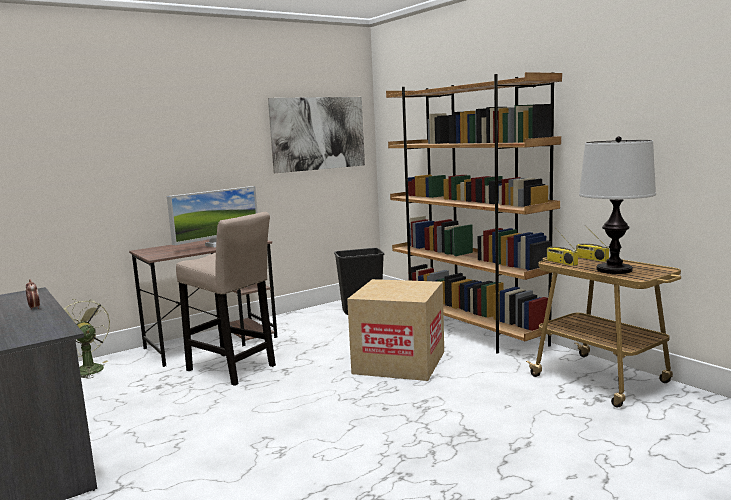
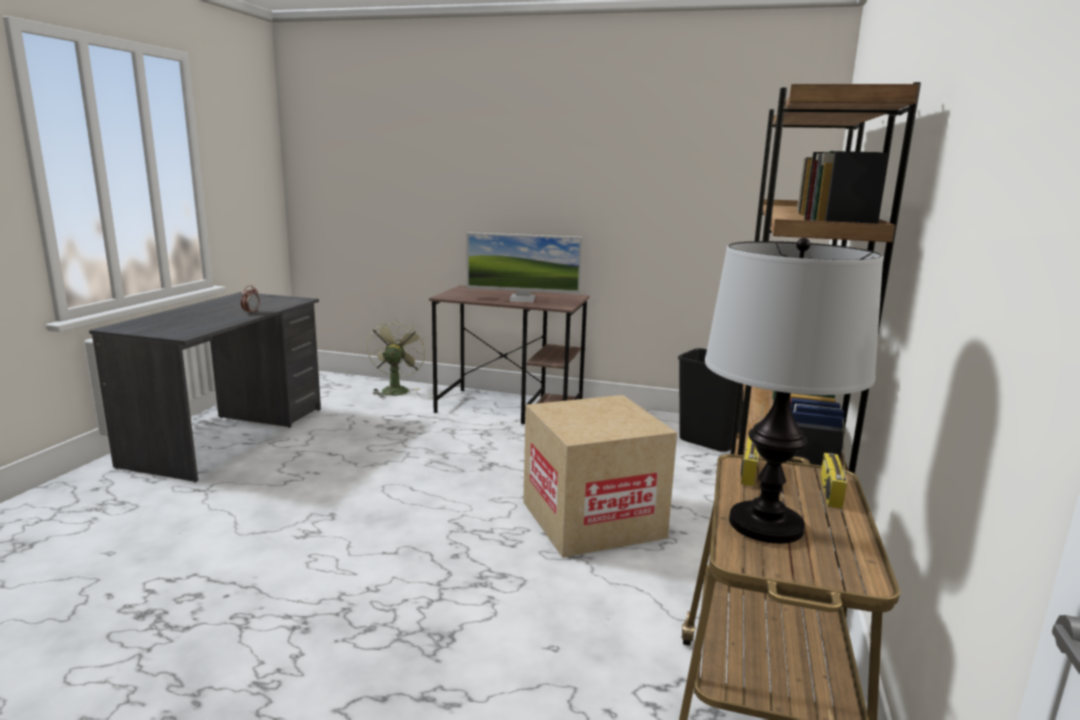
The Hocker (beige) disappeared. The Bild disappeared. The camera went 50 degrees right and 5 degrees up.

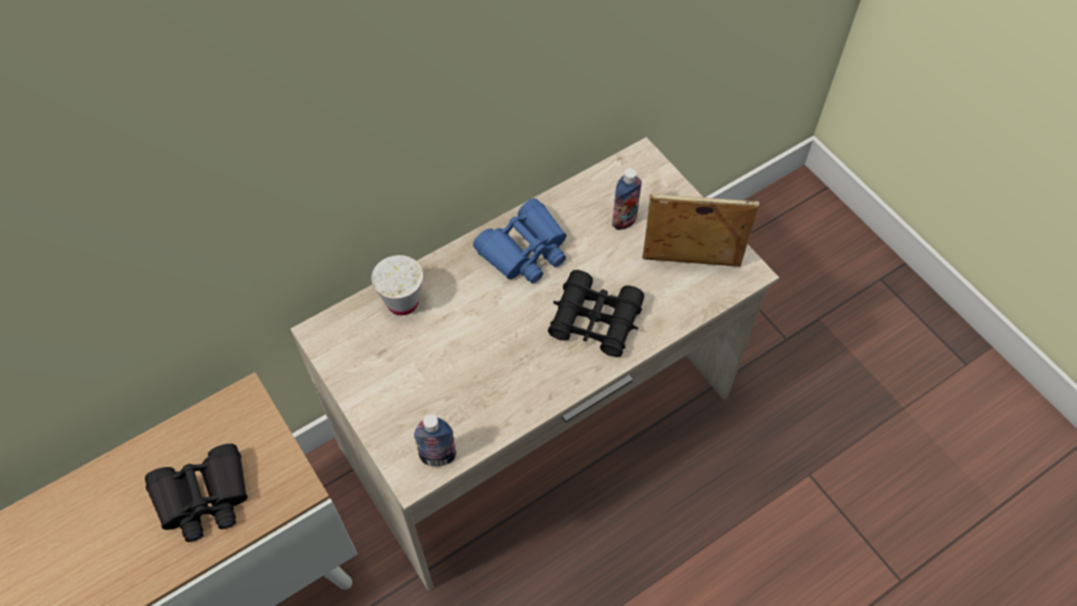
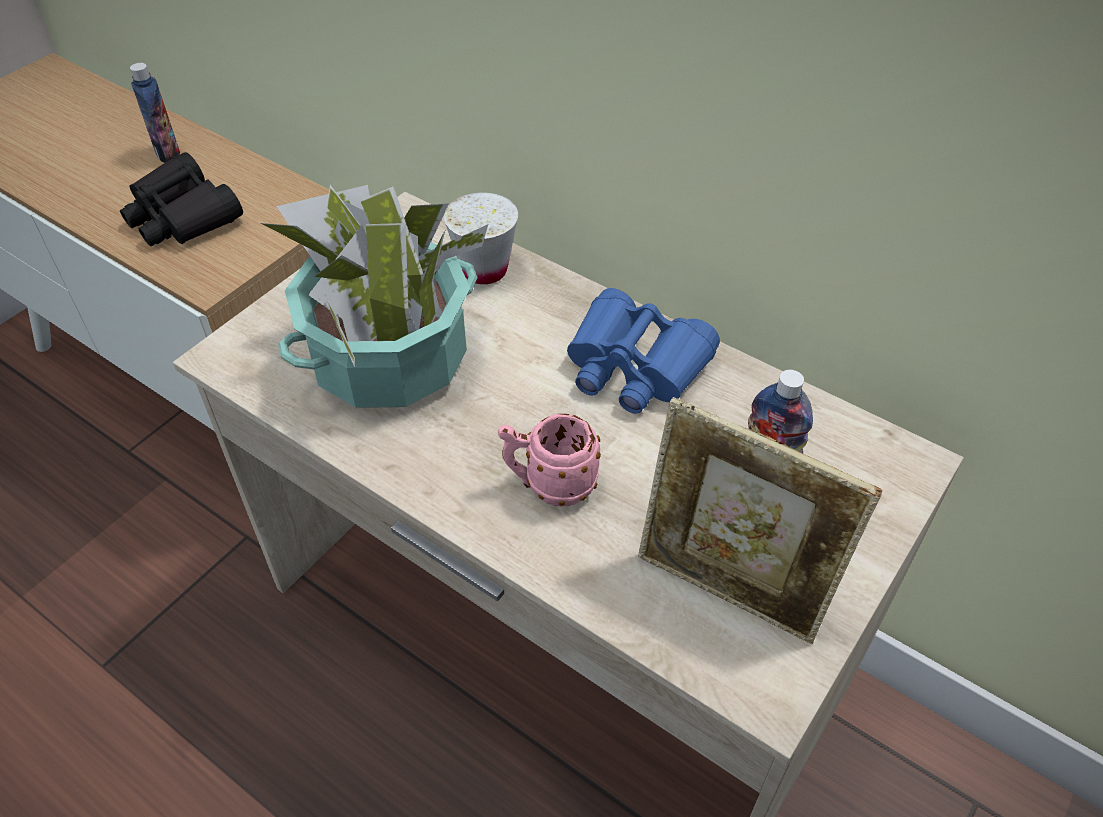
The Flasche (1st from left) moved. The Fernglas (schwarz) (2nd from left) was replaced by the Henkelbecher (rosa). The Bilderrahmen turned 135 degrees clockwise. The Topfpflanze appeared. The camera went 70 degrees right and 10 degrees down.

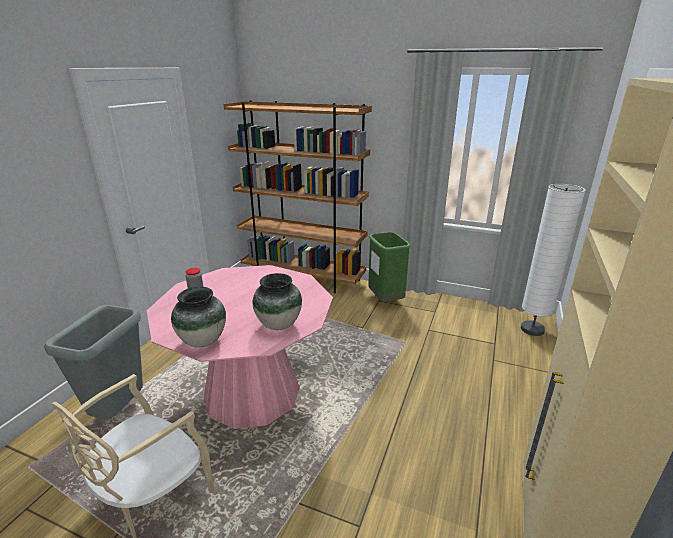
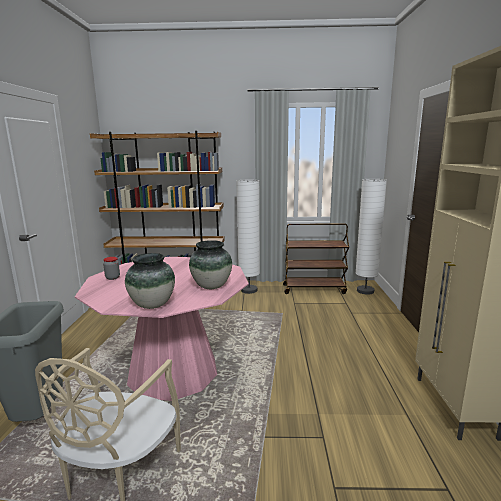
The Mülleimer (grün) was replaced by the Stehlampe (weiß) (1st from left). The Rollwagen (braun) appeared. The camera went 20 degrees left and 10 degrees down.

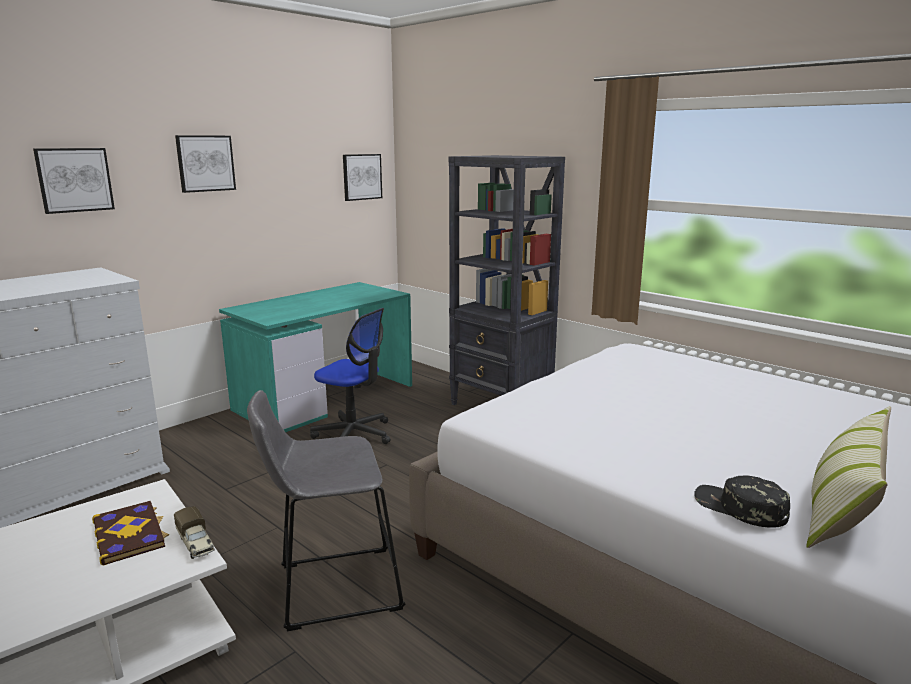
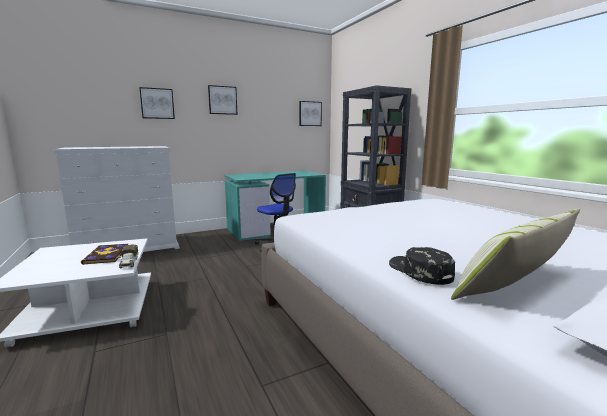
The Hocker (grau) disappeared. The camera went 20 degrees right and 5 degrees down.

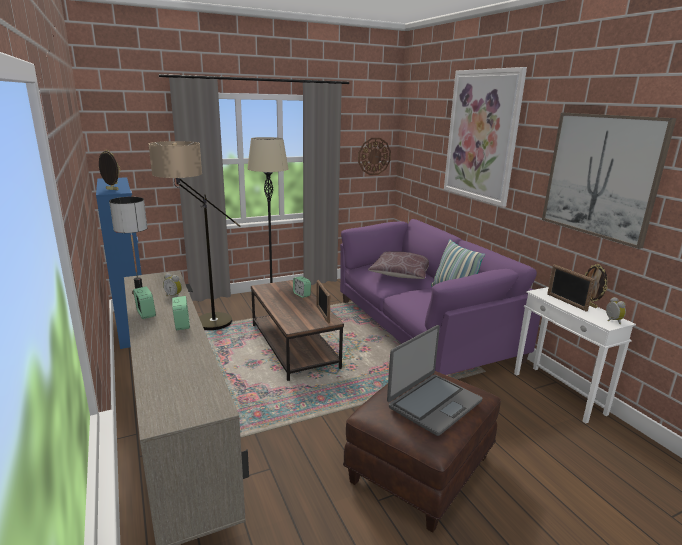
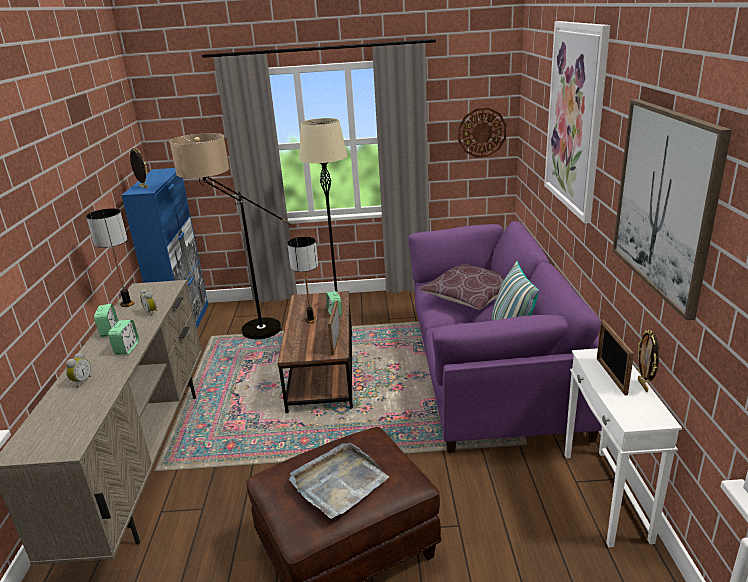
The Laptop was replaced by the Tablett (grau). The Wecker (5th from left in the first image) moved. The Tischlampe (2nd from left) appeared. The camera went 25 degrees right and 5 degrees up.

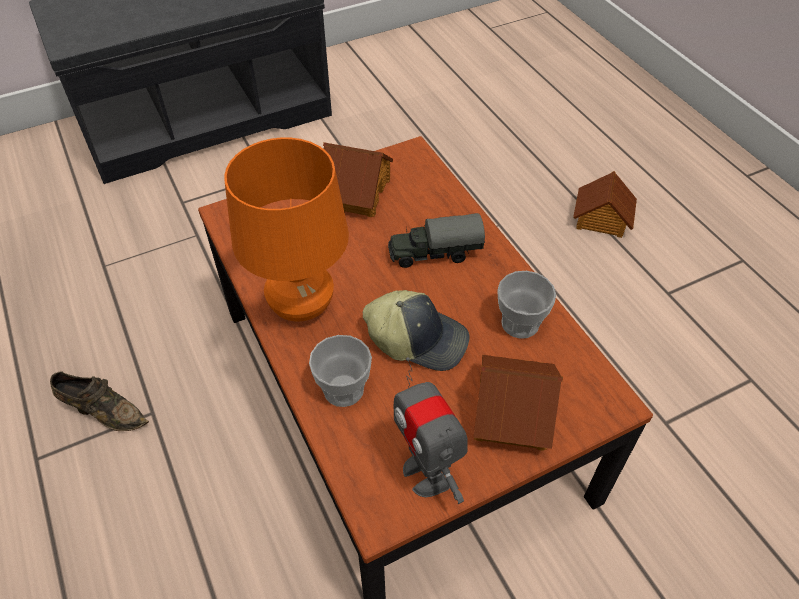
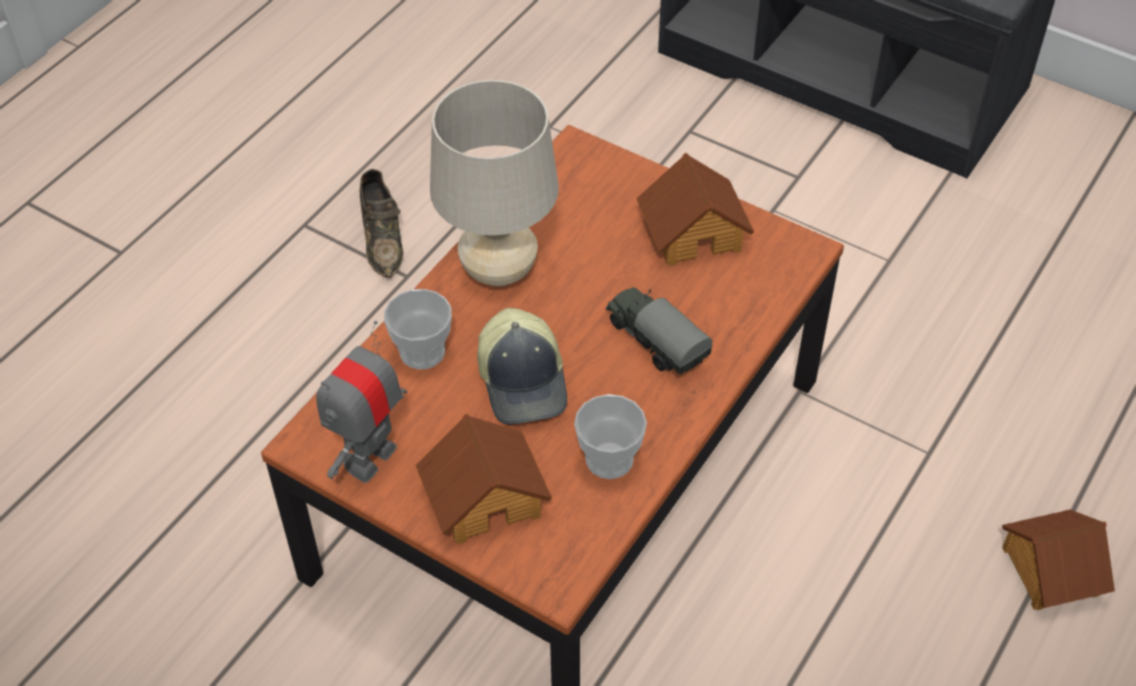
The Tischlampe (orange) became the Tischlampe (beige). The camera went 60 degrees right and 0 degrees up.

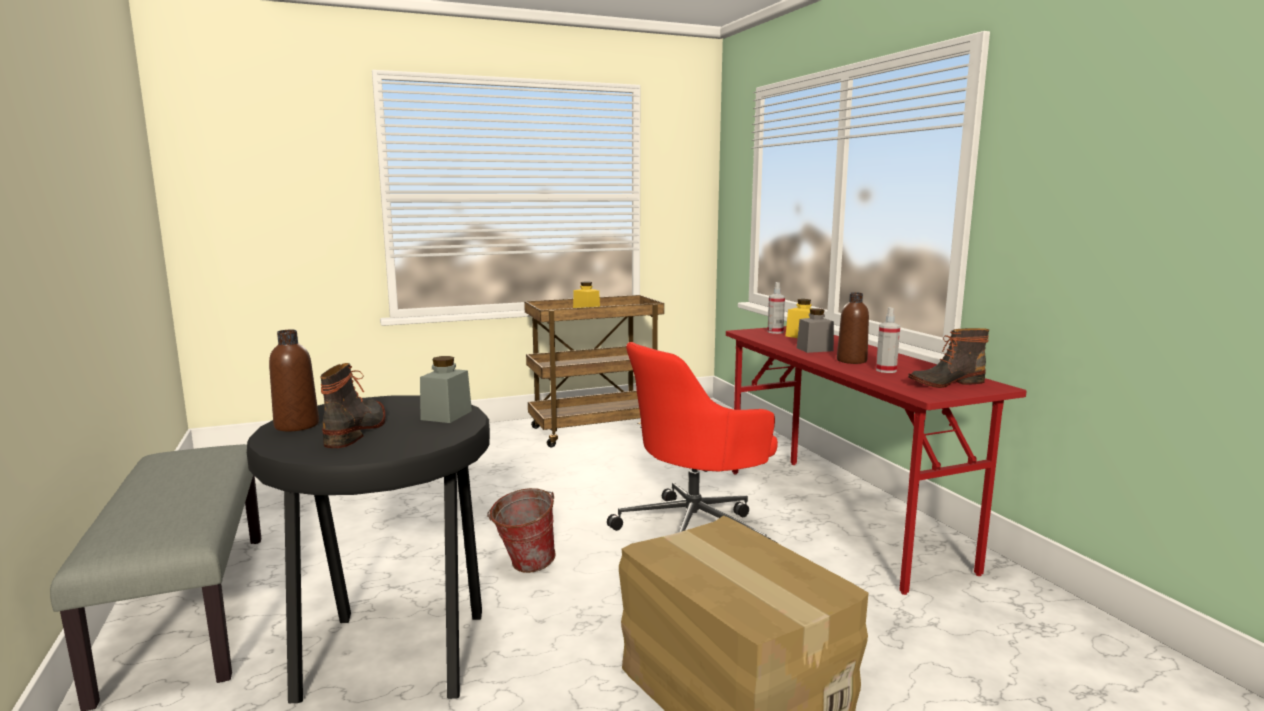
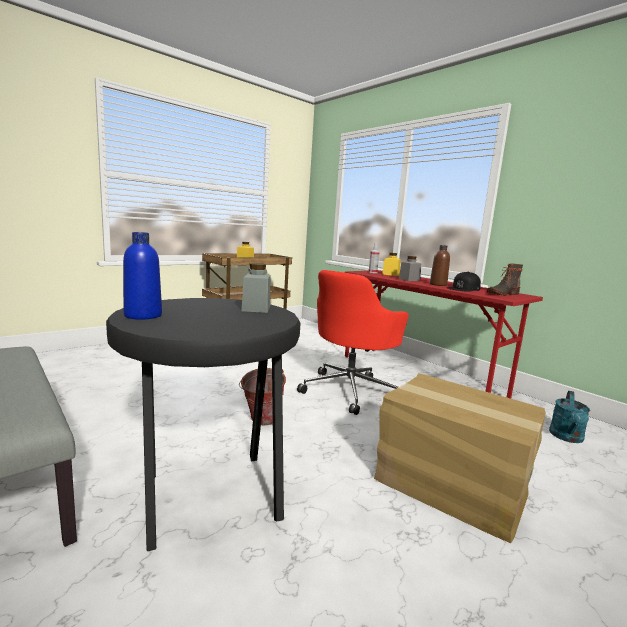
The Flasche (braun) (1st from left) became the Flasche (blau). The Stiefel (1st from left) disappeared. The Sprühflasche (2nd from left) was replaced by the Kappe (schwarz). The Gießkanne (türkis) appeared. The camera went 20 degrees left and 0 degrees up.

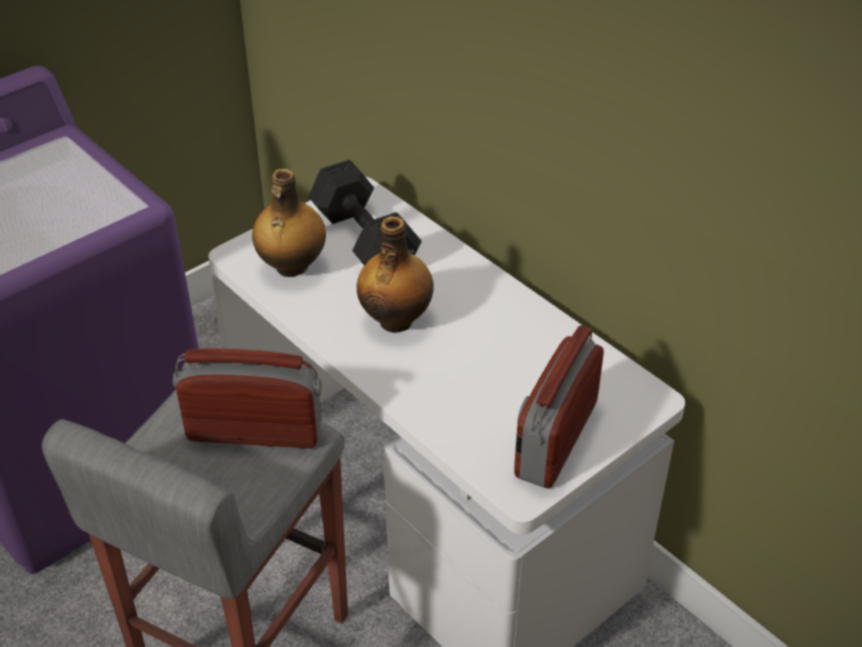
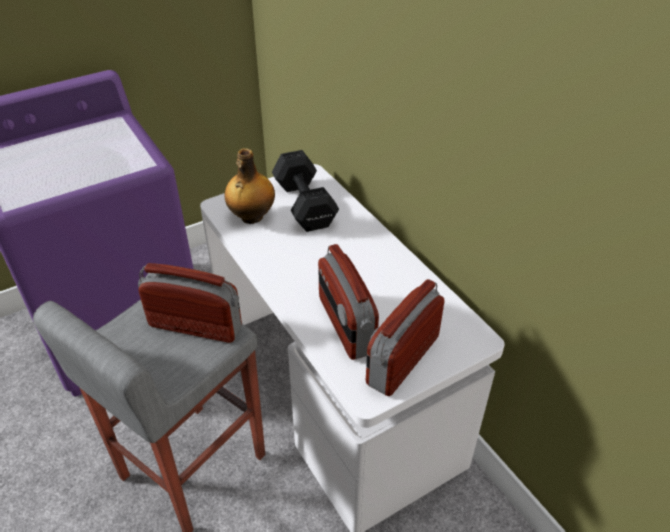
The Flasche (2nd from left) disappeared. The Radio (2nd from left) appeared. The camera went 10 degrees right and 0 degrees up.

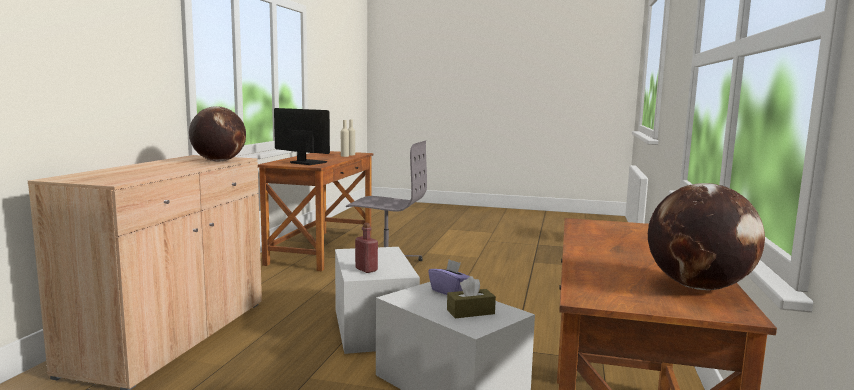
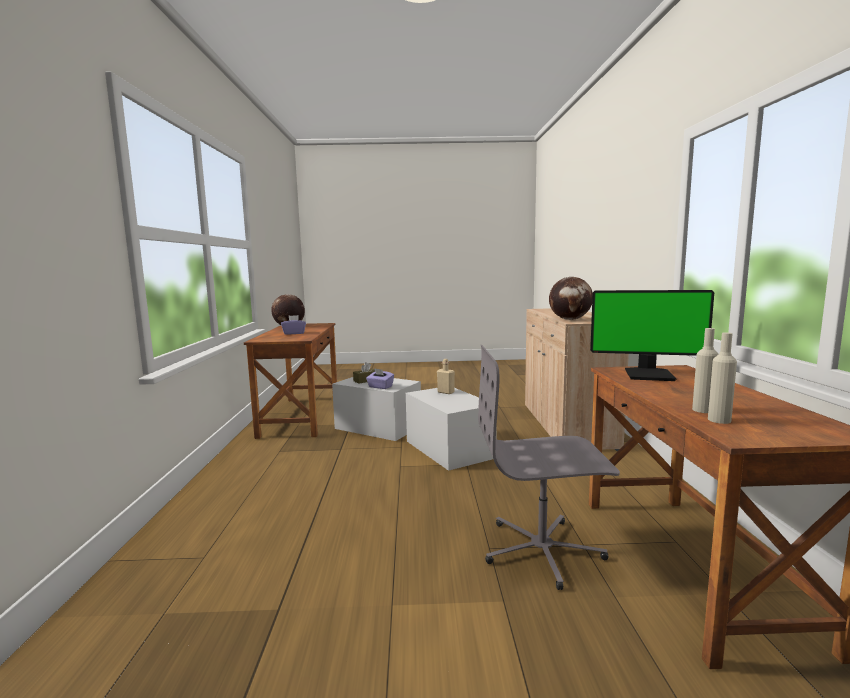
The Flasche (rot) became the Flasche (beige) (1st from left). The Taschentuchbox (lila) (1st from left) appeared. The camera went 165 degrees right and 0 degrees up.

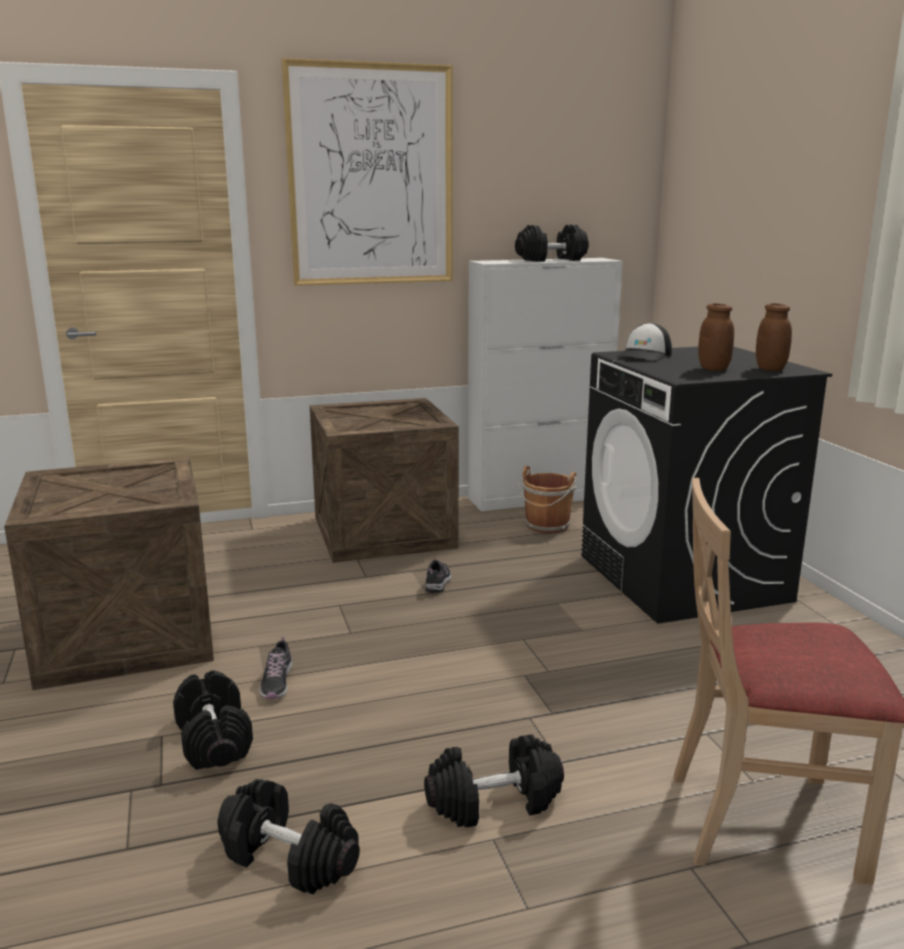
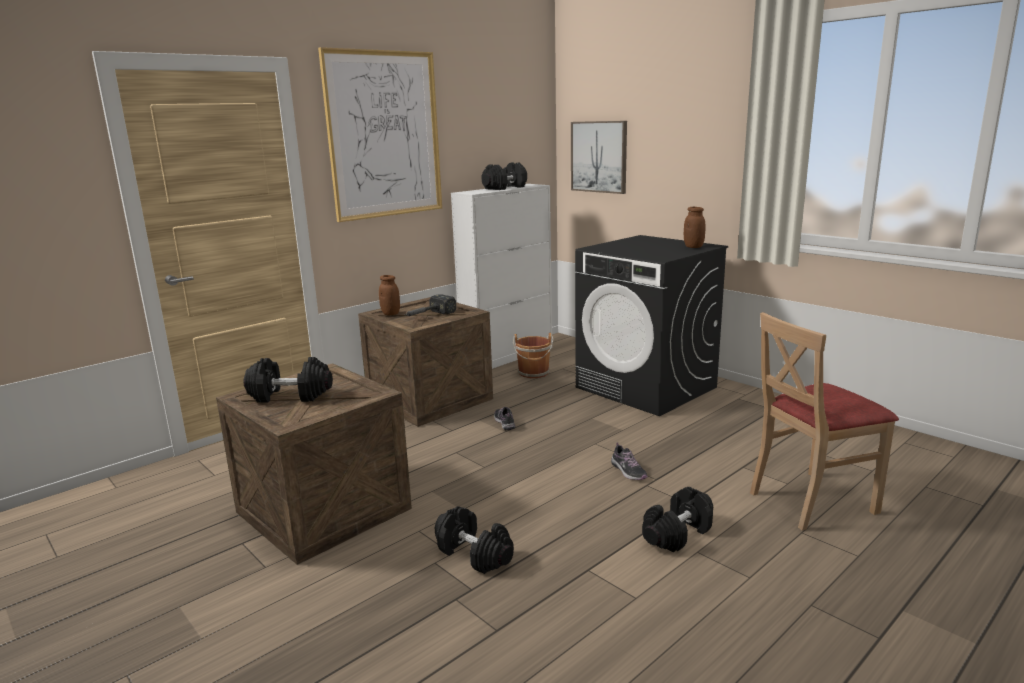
The Hantel (schwarz) (2nd from left in the first image) moved. The Schuh (1st from left in the first image) moved. The Kappe disappeared. The Vorratsglas (braun) (1st from left) moved. The Hammer appeared. The Bild (2nd from left) appeared. The camera went 25 degrees left and 0 degrees up.

